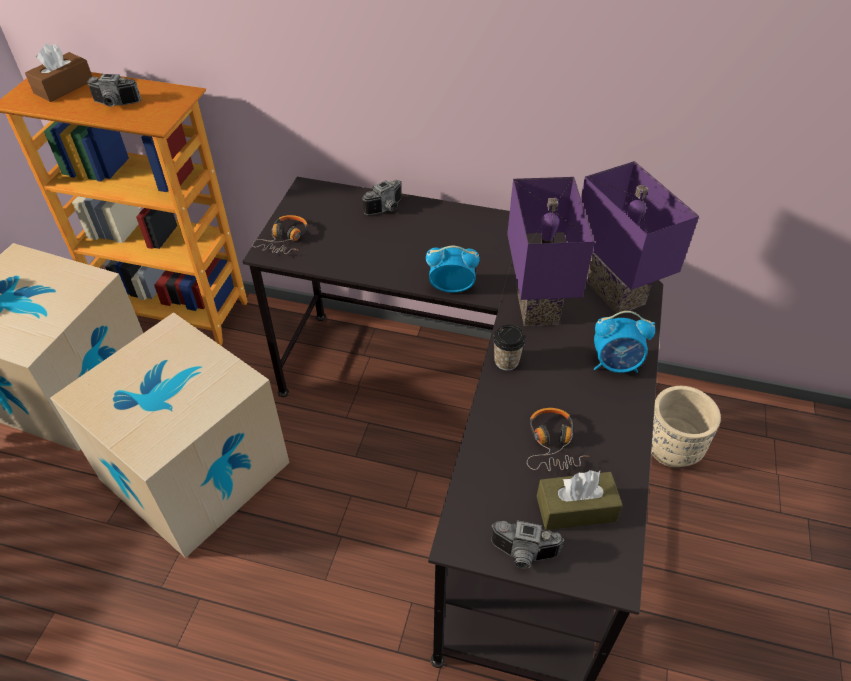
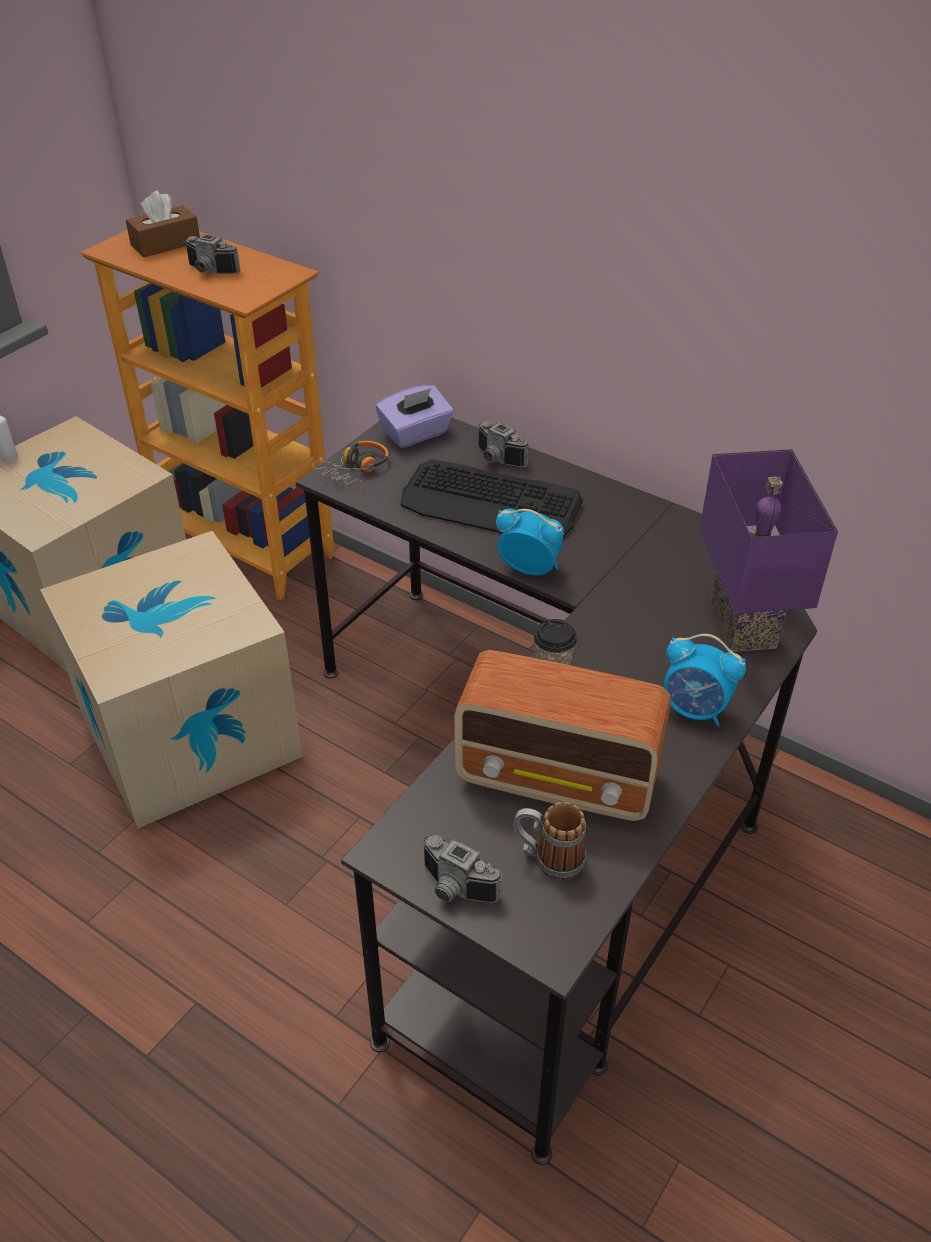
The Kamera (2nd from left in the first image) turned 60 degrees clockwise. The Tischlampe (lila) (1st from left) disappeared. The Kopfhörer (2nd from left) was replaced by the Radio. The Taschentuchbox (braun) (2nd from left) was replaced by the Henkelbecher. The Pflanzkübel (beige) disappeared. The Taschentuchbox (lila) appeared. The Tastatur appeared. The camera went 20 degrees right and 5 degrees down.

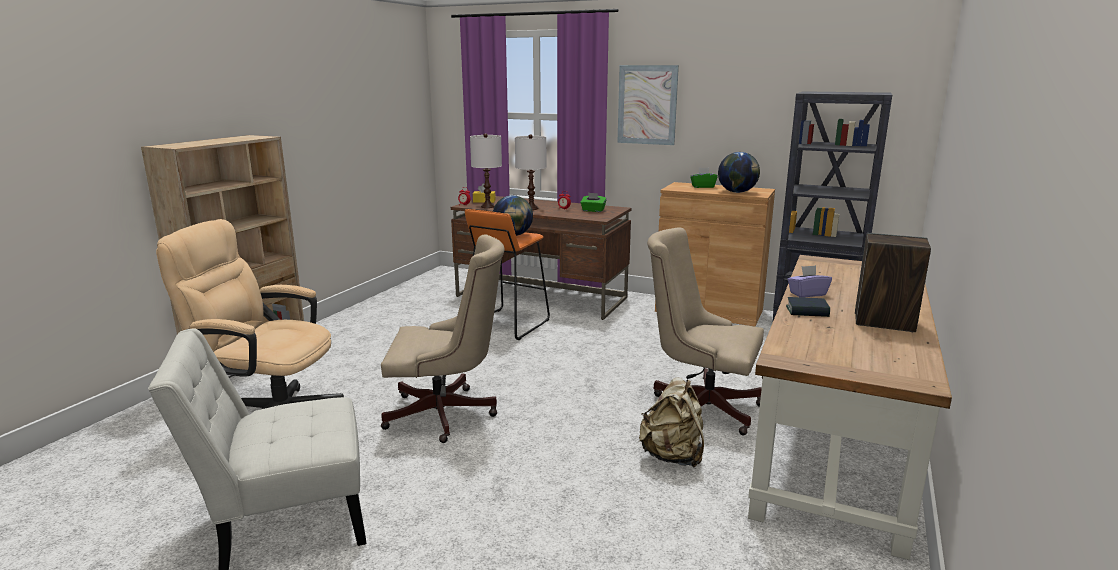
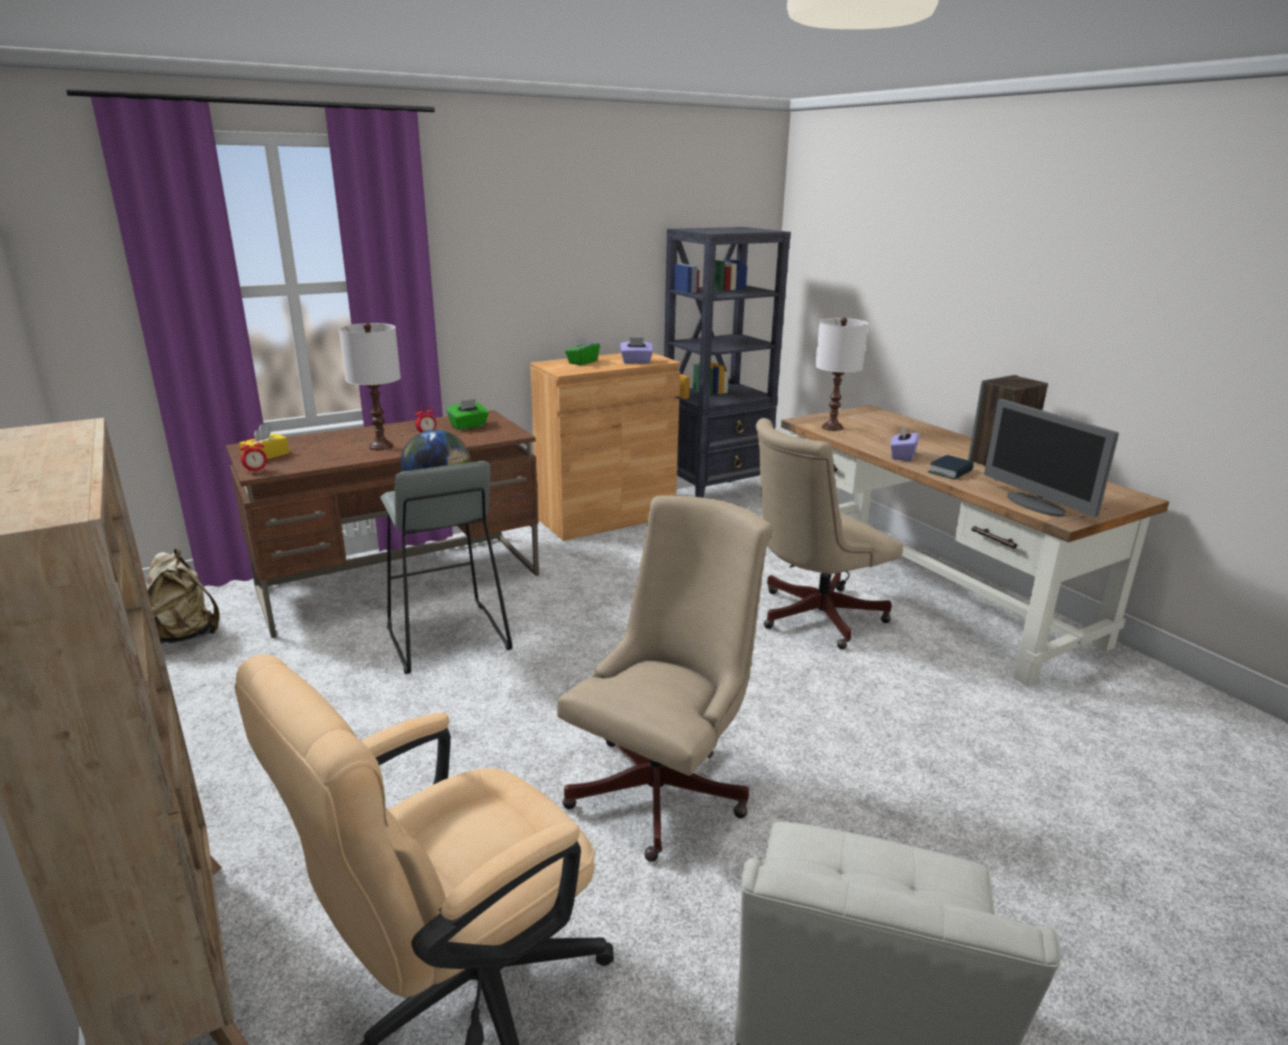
The Hocker (orange) became the Hocker (grau). The Tischlampe (weiß) (1st from left in the first image) moved. The Bild disappeared. The Rucksack (beige) moved. The Globus (2nd from left) was replaced by the Taschentuchbox (lila) (1st from left). The Monitor appeared. The camera went 55 degrees left and 5 degrees up.

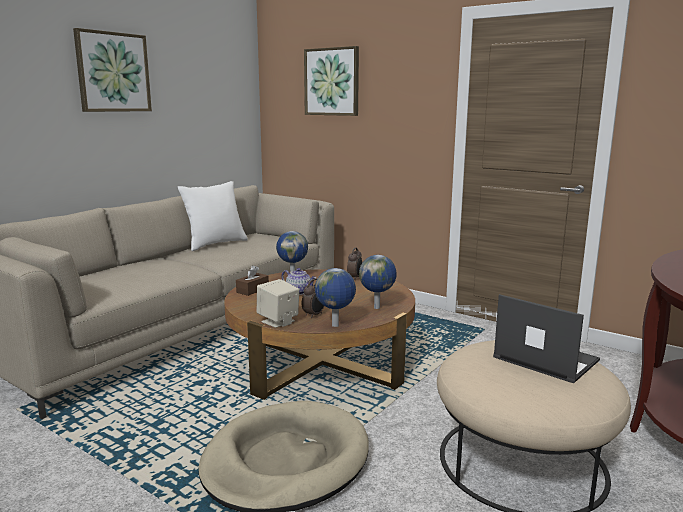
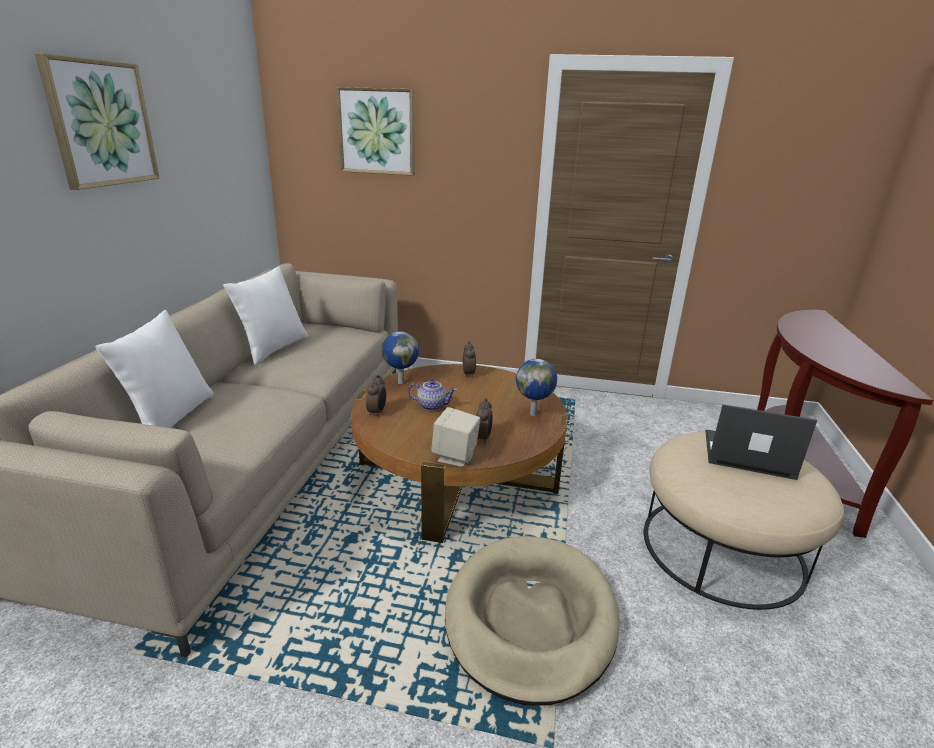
The Taschentuchbox (braun) was replaced by the Wecker (1st from left). The Globus (2nd from left) disappeared. The Kissen (weiß) (1st from left) appeared. The camera went 25 degrees left and 10 degrees up.

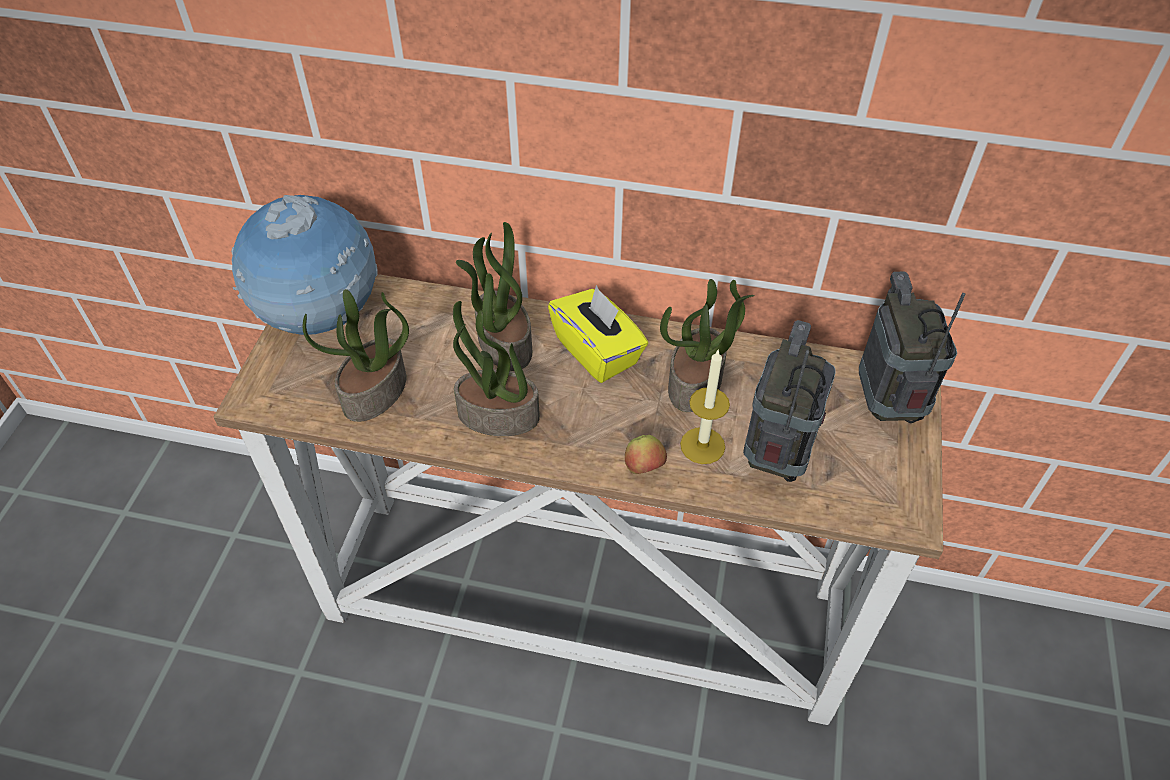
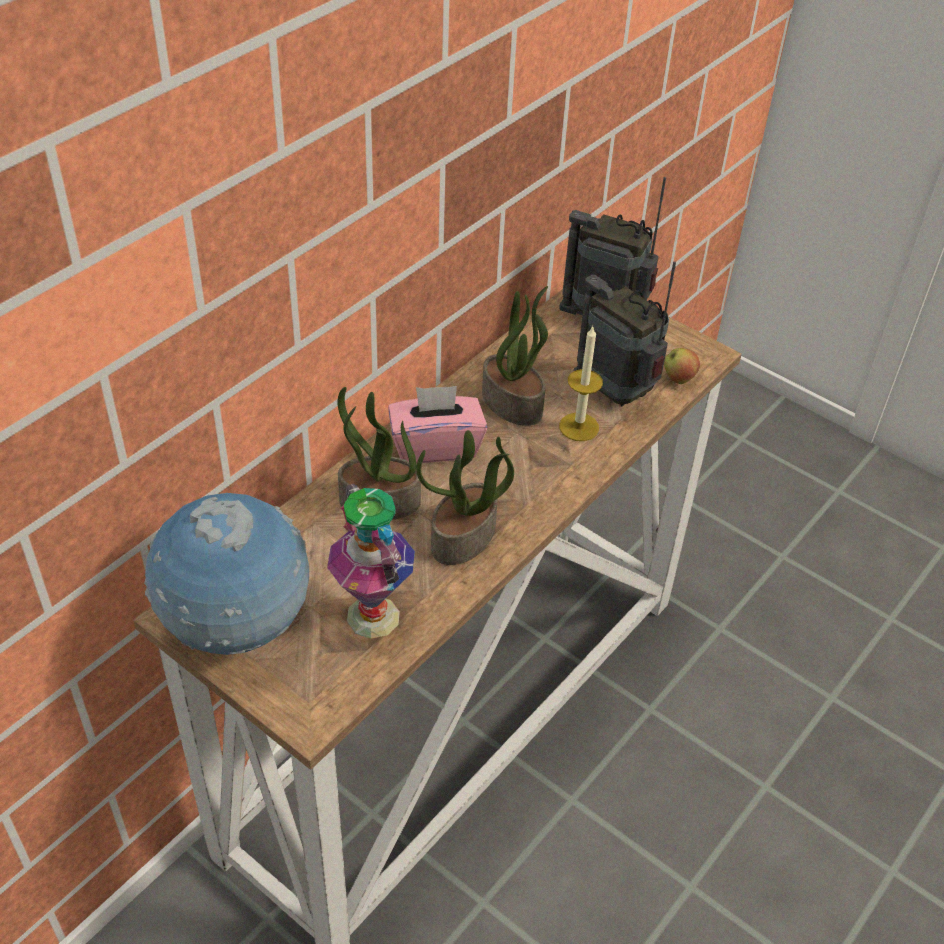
The Topfpflanze (1st from left) was replaced by the Vase. The Taschentuchbox (gelb) became the Taschentuchbox (rosa). The Apfel moved. The camera went 65 degrees left and 5 degrees down.

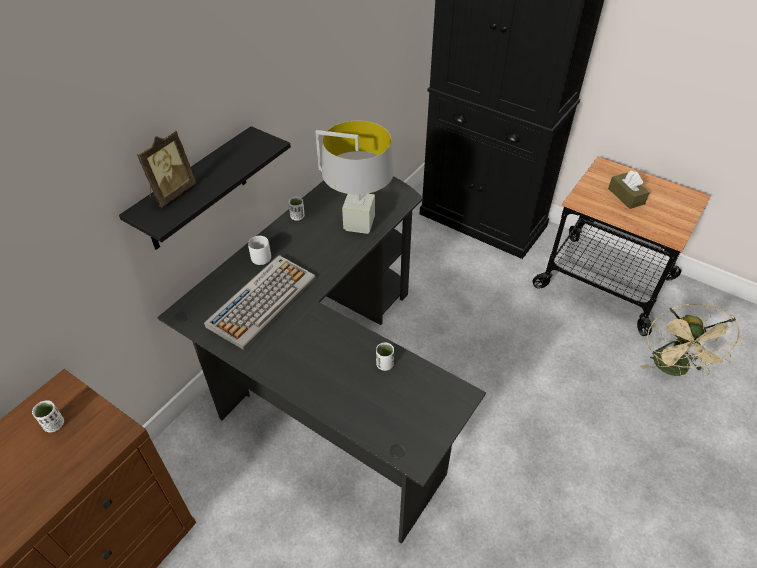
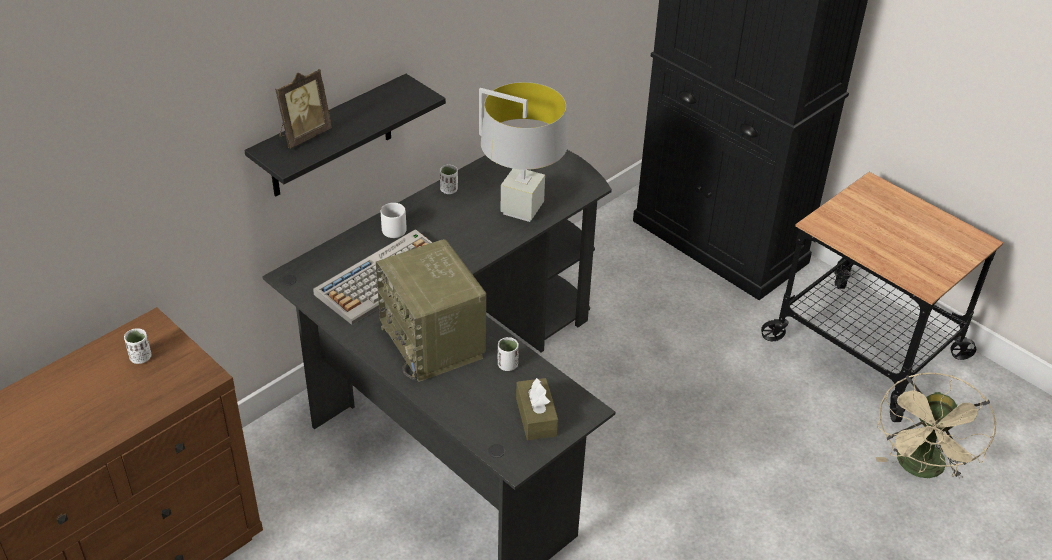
The Taschentuchbox (braun) moved. The Radio appeared. The camera went 10 degrees right and 5 degrees down.

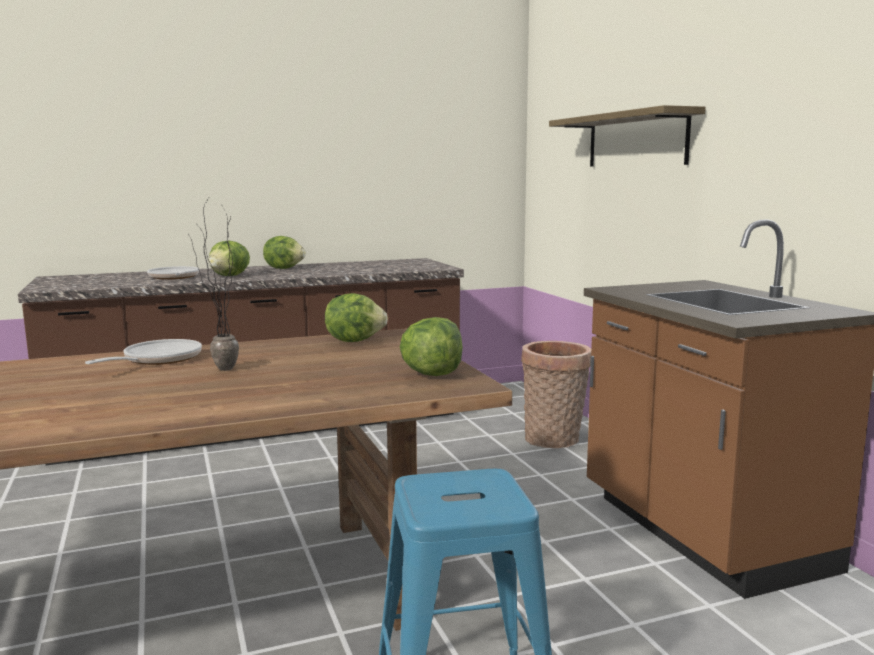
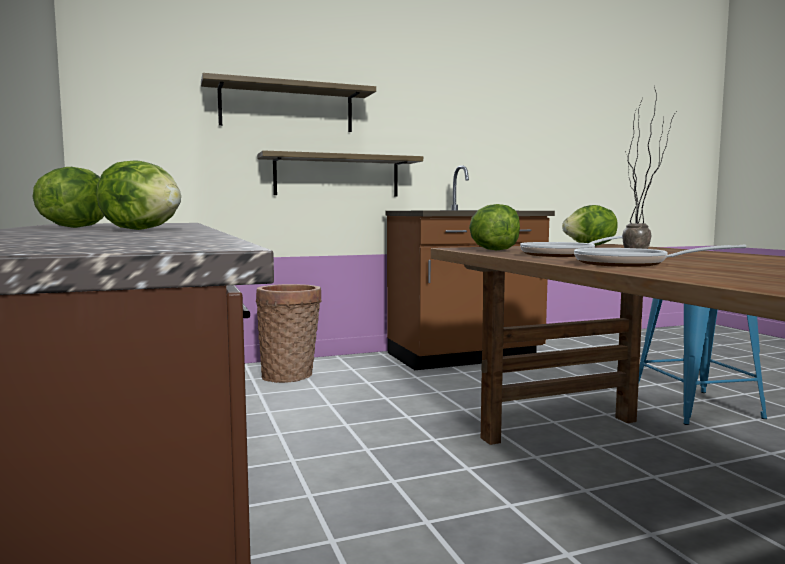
The Pfanne (2nd from left in the first image) moved. The Wandregal (2nd from left) appeared. The camera went 90 degrees left and 5 degrees down.

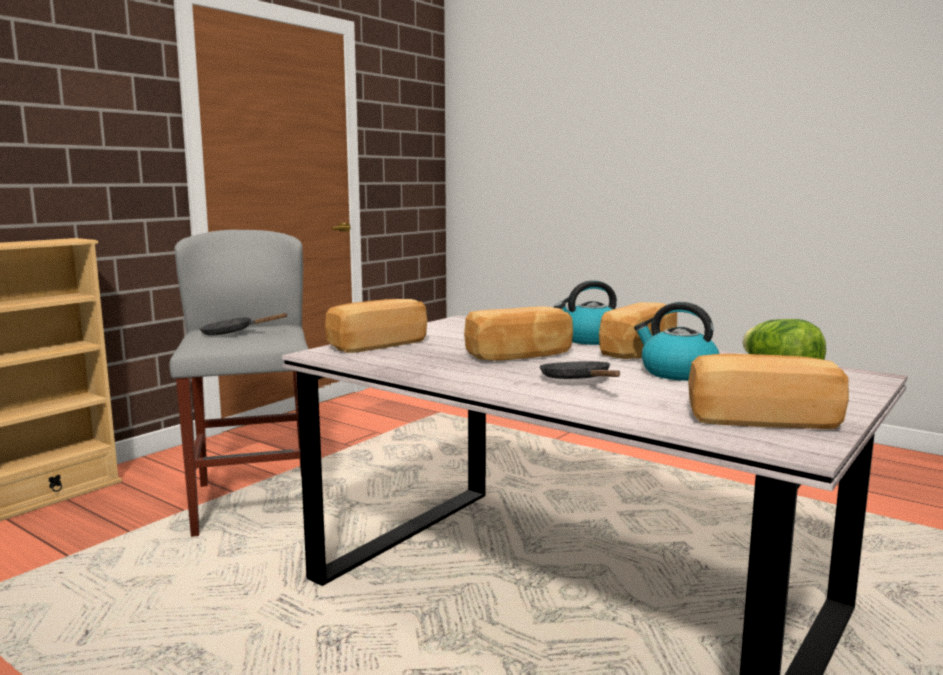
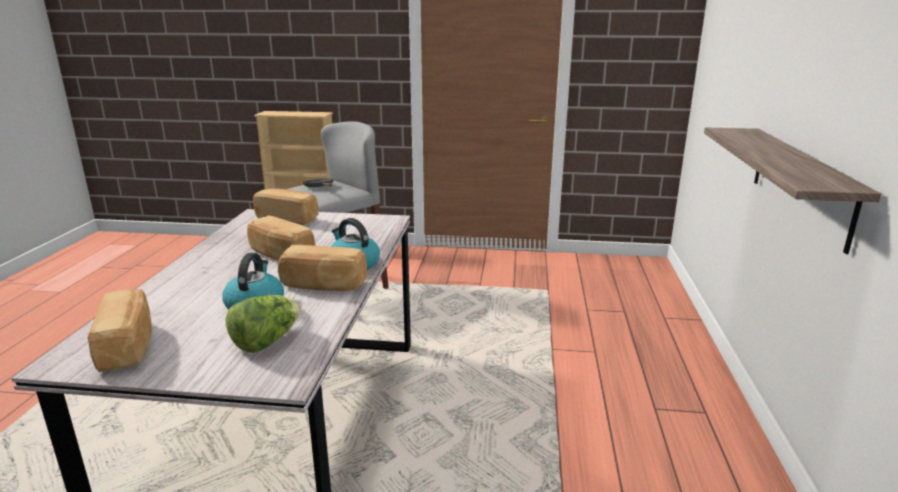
The Pfanne (schwarz) (2nd from left) disappeared. The Wandregal appeared. The camera went 60 degrees right and 10 degrees up.

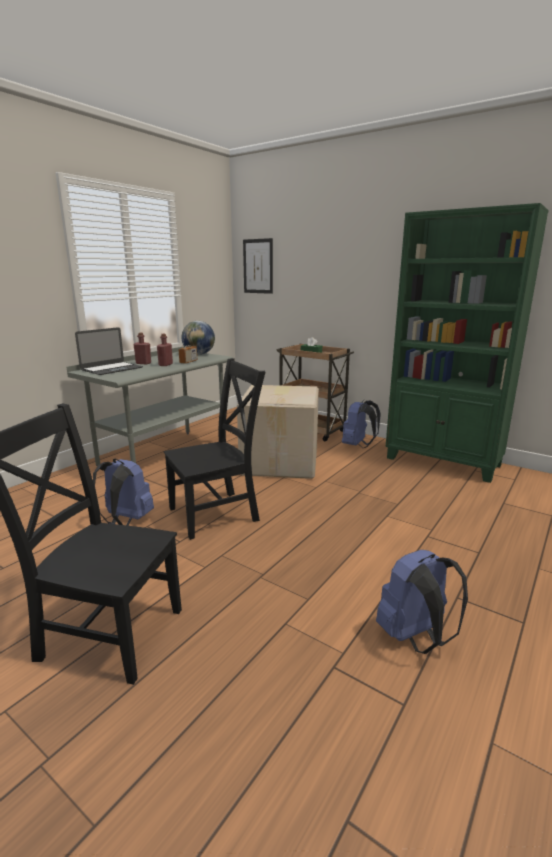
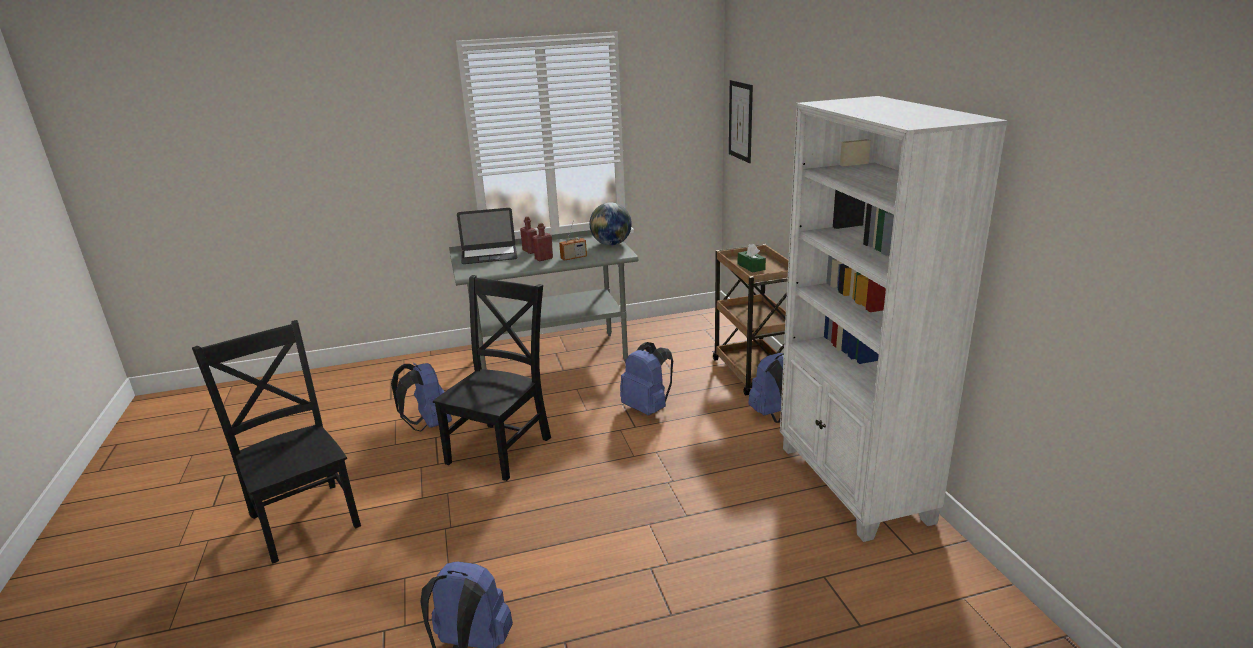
The Stuhl (schwarz) (2nd from left) turned 75 degrees counterclockwise. The Karton was replaced by the Rucksack (blau) (3rd from left). The Bücherregal (grün) became the Bücherregal (weiß). The camera went 40 degrees right and 5 degrees up.

